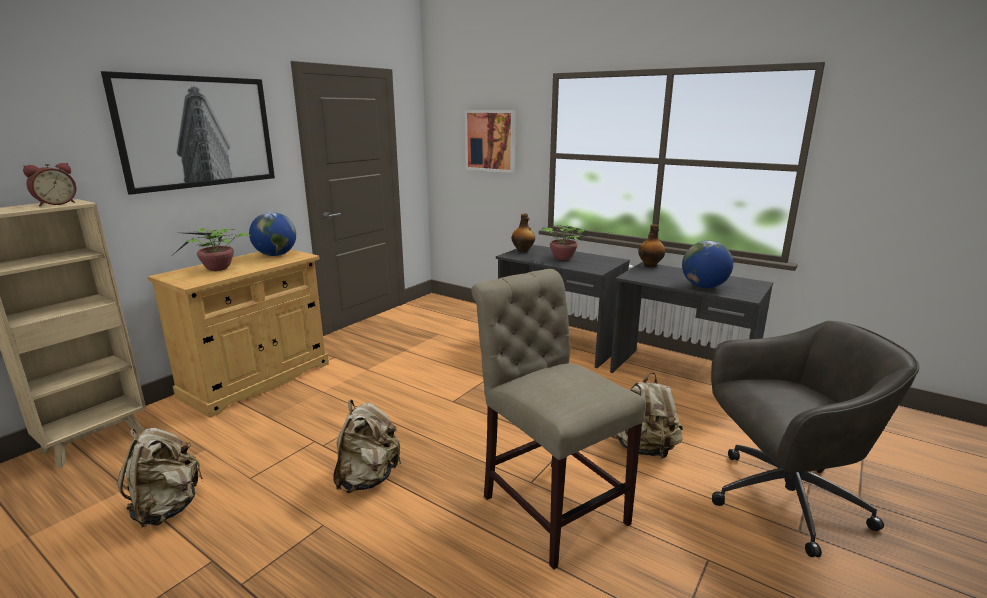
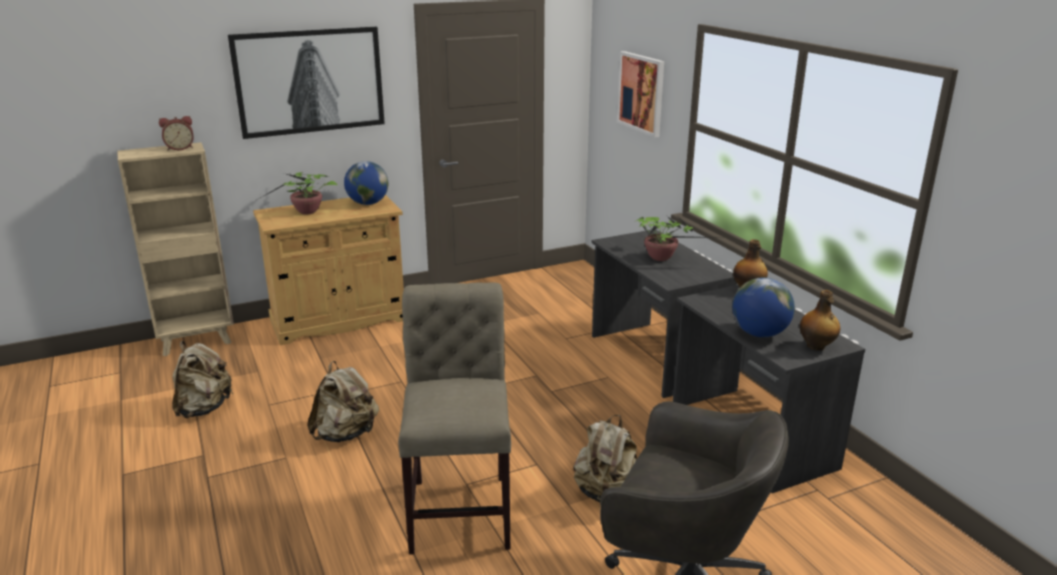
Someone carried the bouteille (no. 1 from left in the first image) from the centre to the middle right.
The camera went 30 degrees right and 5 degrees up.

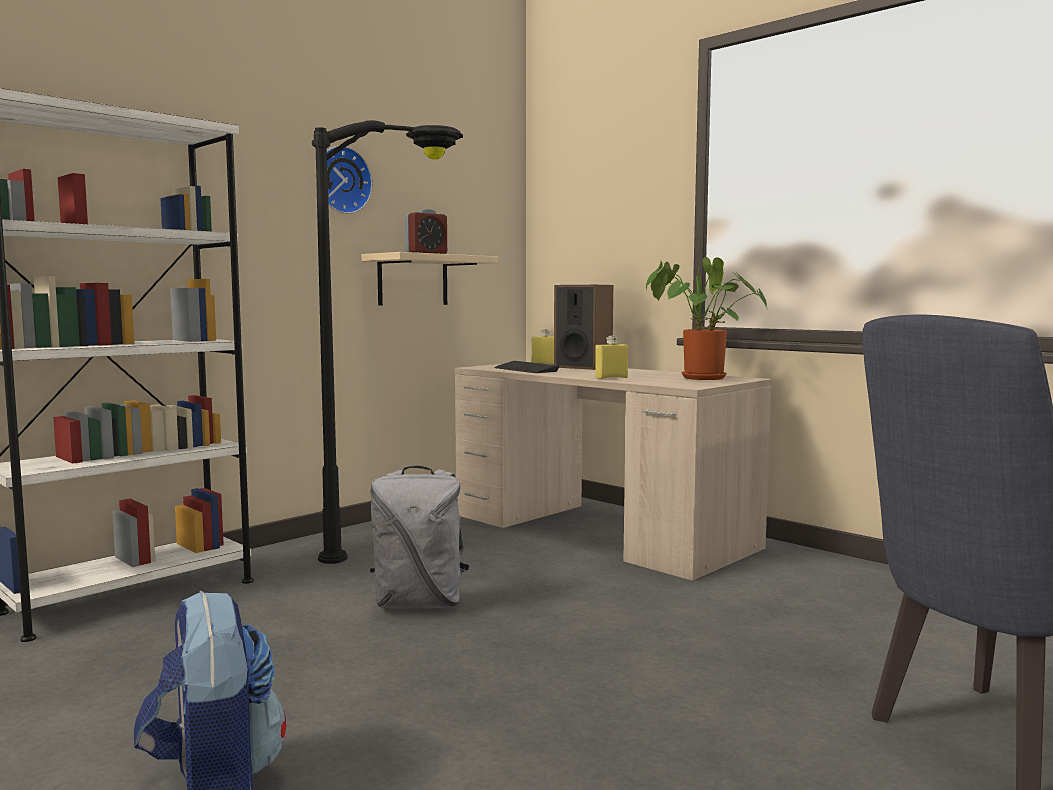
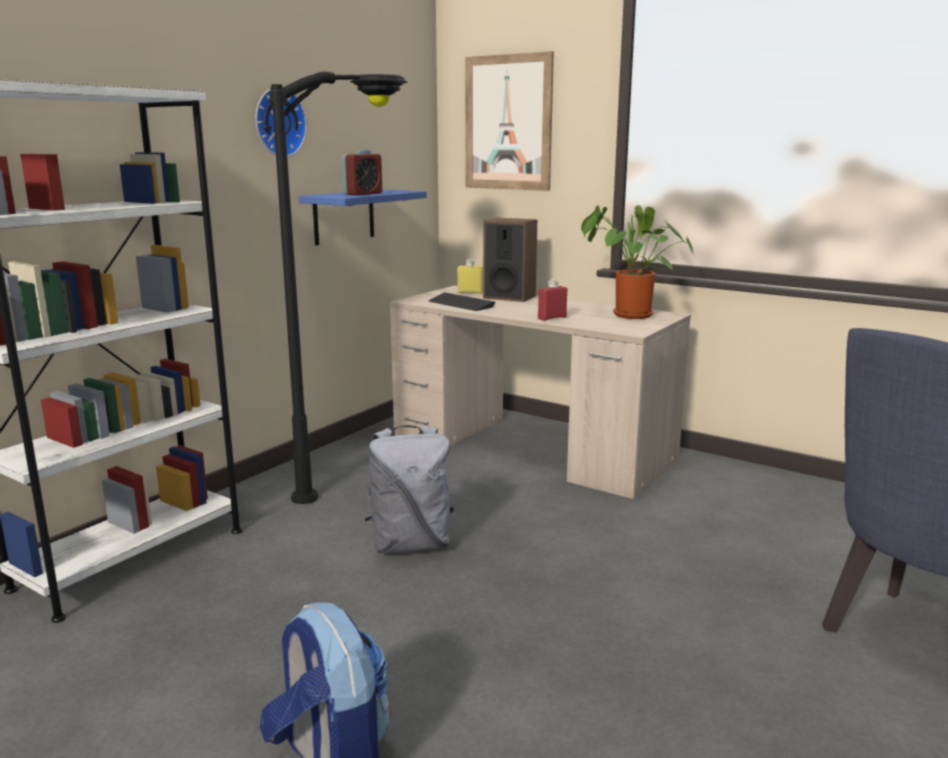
Someone repainted the étagère [beige] at the centre, which became the étagère [bleu] at the top centre.
Someone put up the tableau at the top centre.
Someone repainted the bouteille [jaune] (no. 2 from left) at the centre, which became the bouteille [rouge] at the centre.
The camera went 10 degrees left and 10 degrees up.

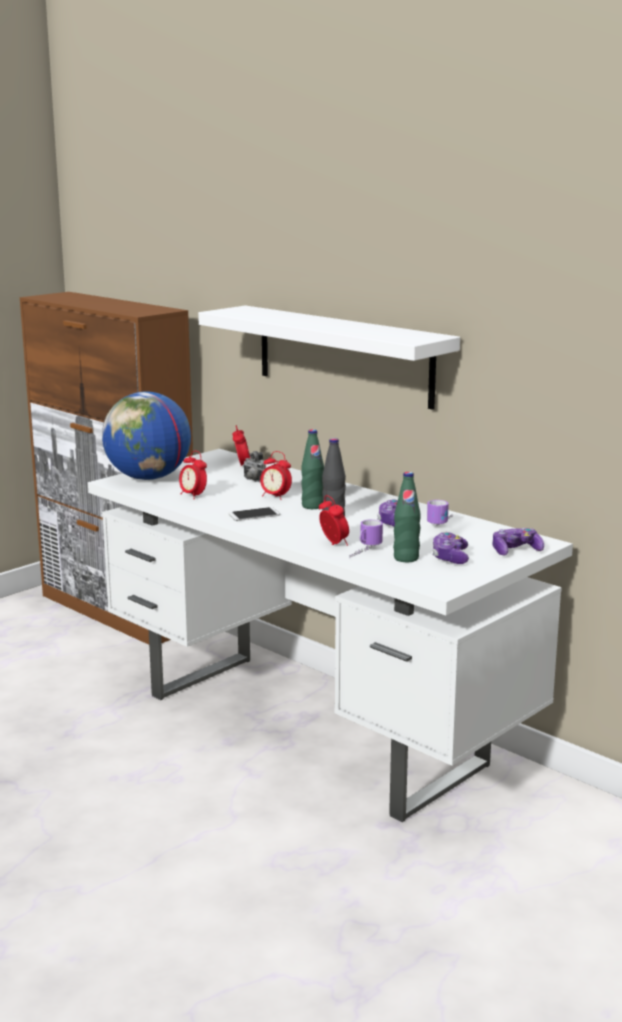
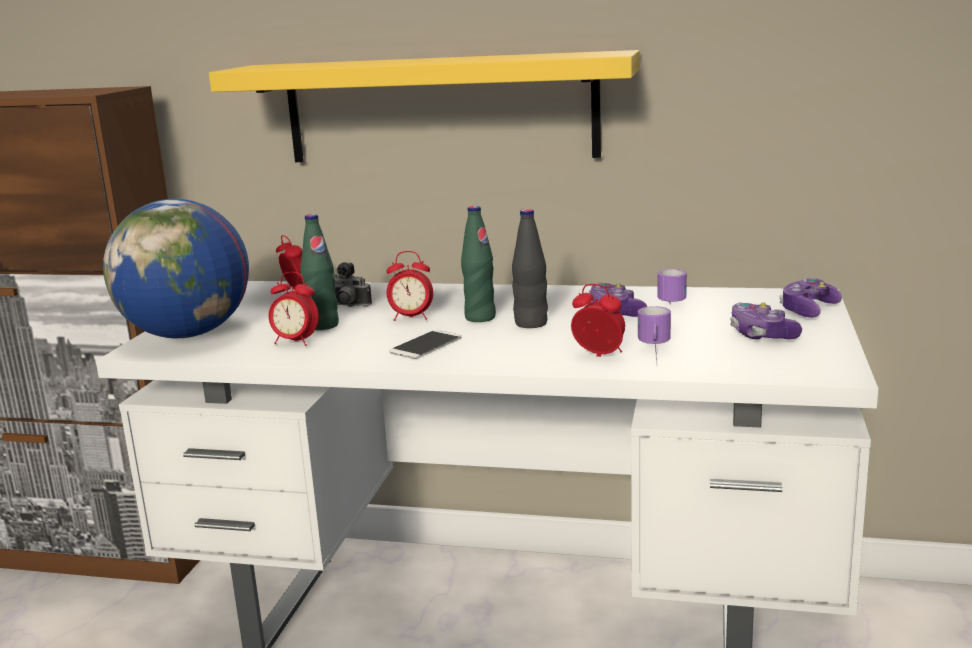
Someone repainted the étagère [blanc] at the centre, which became the étagère [jaune] at the top centre.
Someone carried the bouteille [vert] (no. 2 from left in the first image) from the centre to the middle left.
The camera went 30 degrees left and 0 degrees up.

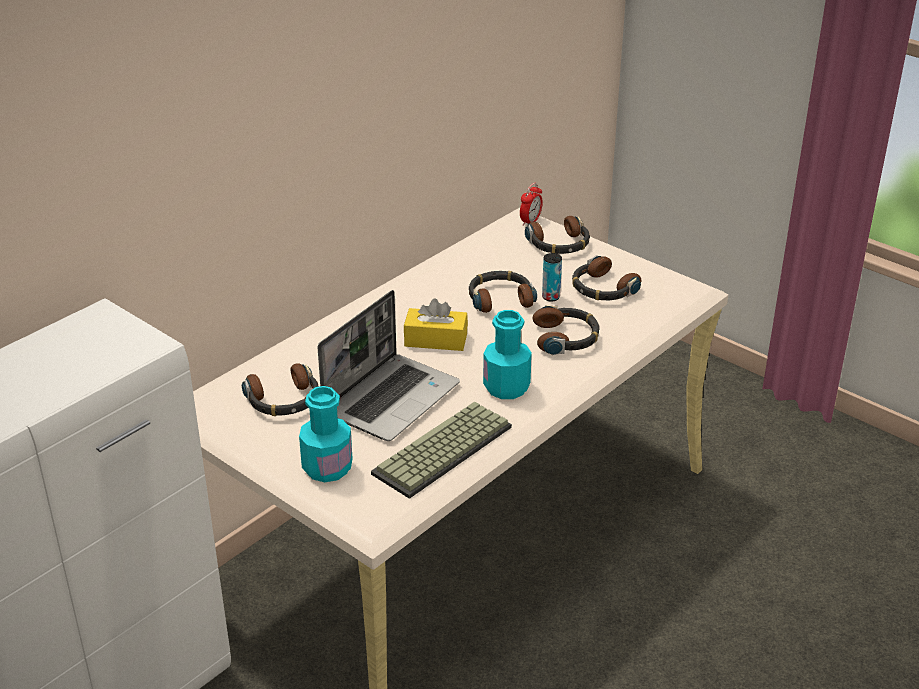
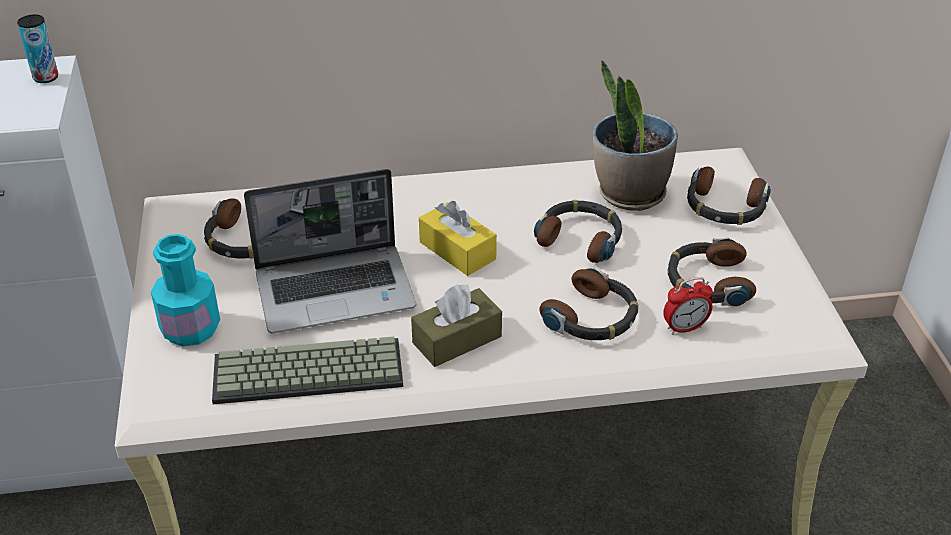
Someone carried the boîte métallique from the centre to the top left.
Someone swapped the bouteille [turquoise] (no. 2 from left) at the centre for the boîte à mouchoirs [marron] at the centre.
Someone put down the plante en pot at the top right.
Someone carried the réveil from the top centre to the middle right.
The camera went 40 degrees right and 5 degrees up.

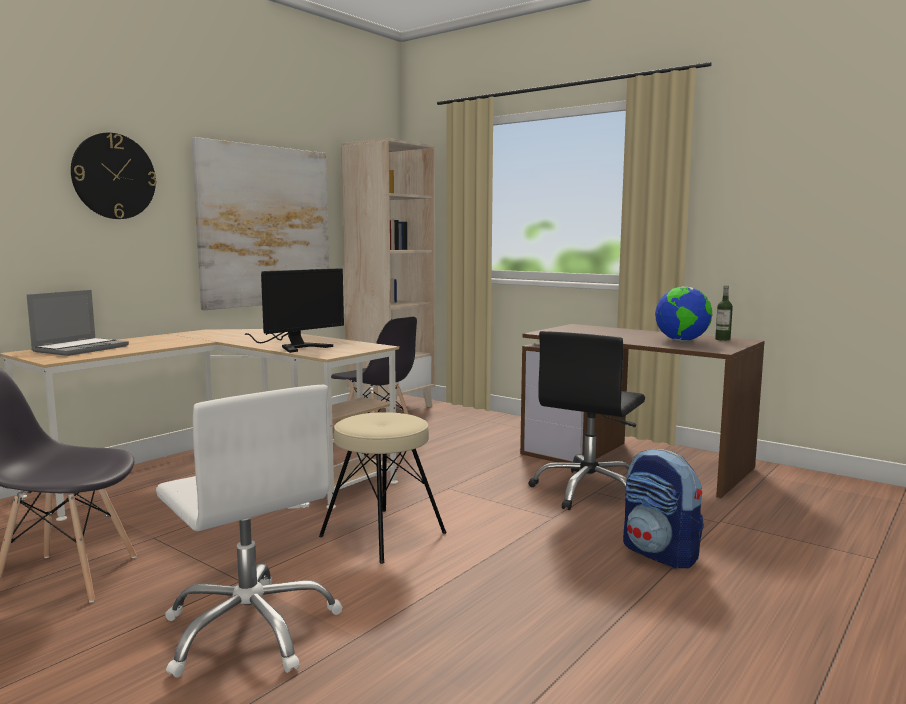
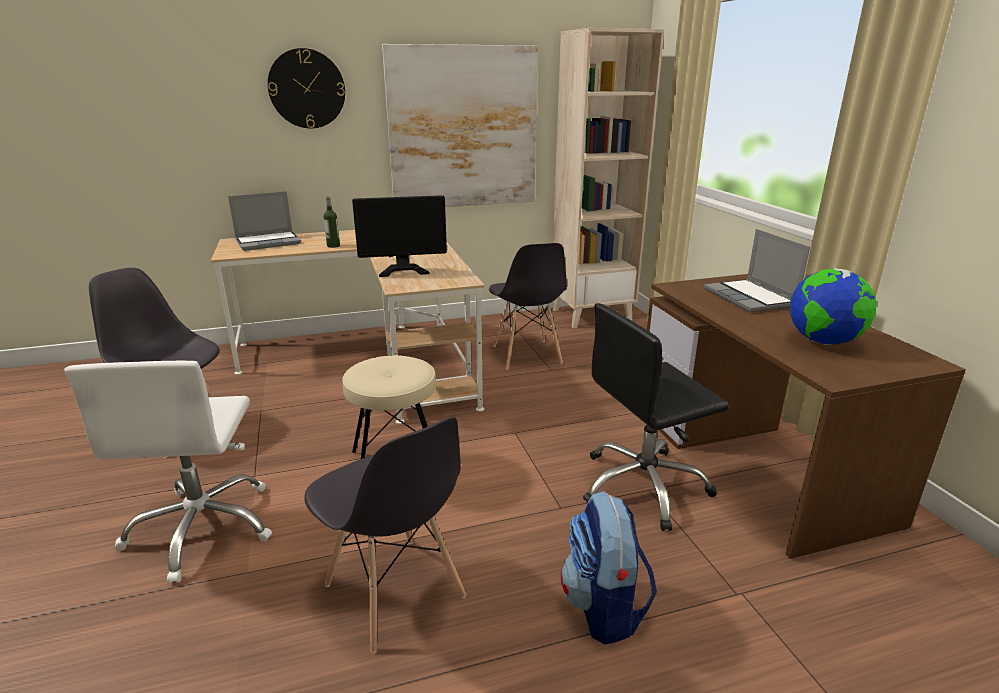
Someone put down the chaise [gris] (no. 2 from left) at the bottom centre.
Someone carried the bouteille from the middle right to the top left.
Someone put down the ordinateur portable (no. 2 from left) at the middle right.
The camera went 35 degrees right and 15 degrees up.

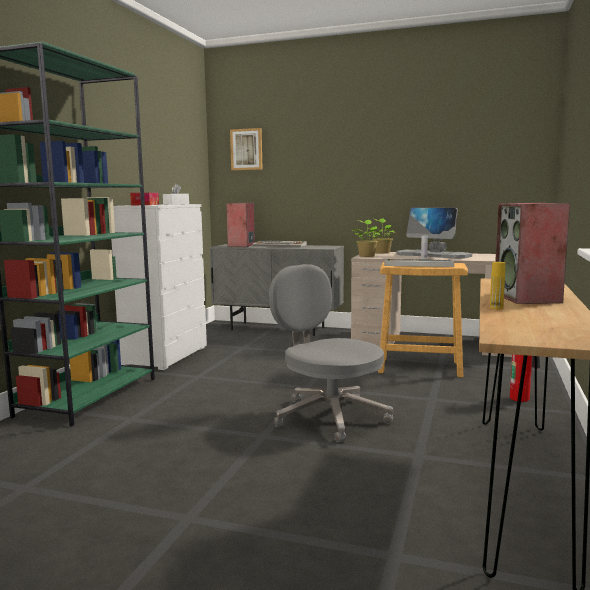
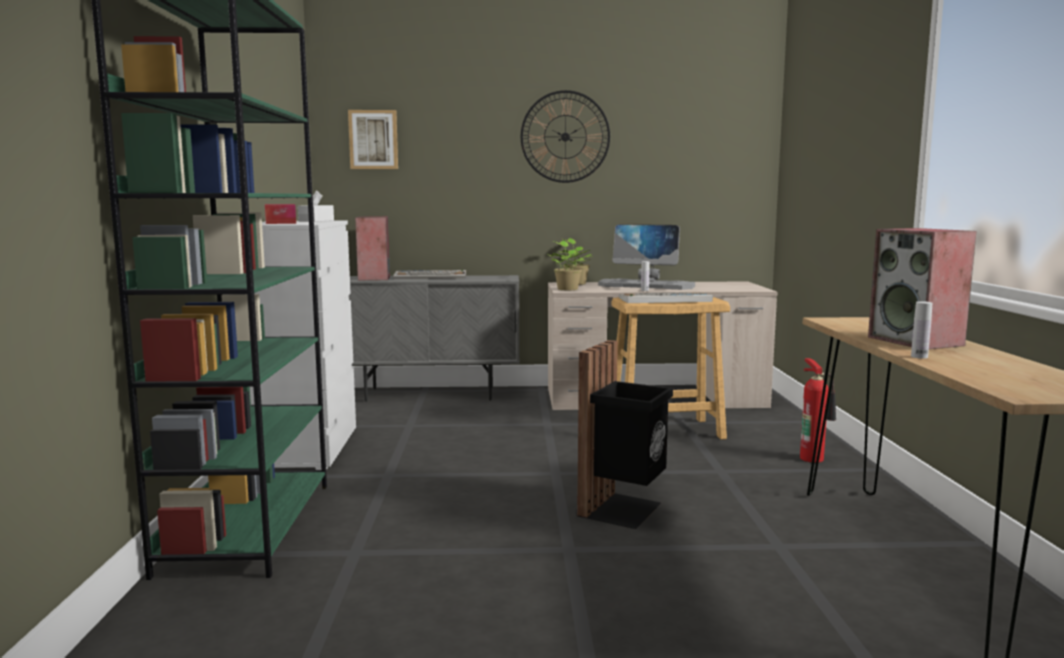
Someone put up the horloge murale at the top centre.
Someone swapped the chaise de bureau [gris] at the centre for the poubelle [noir] at the centre.
Someone repainted the bouteille [jaune] at the middle right, which became the bouteille [blanc] (no. 2 from left) at the middle right.
The camera went 20 degrees left and 0 degrees up.

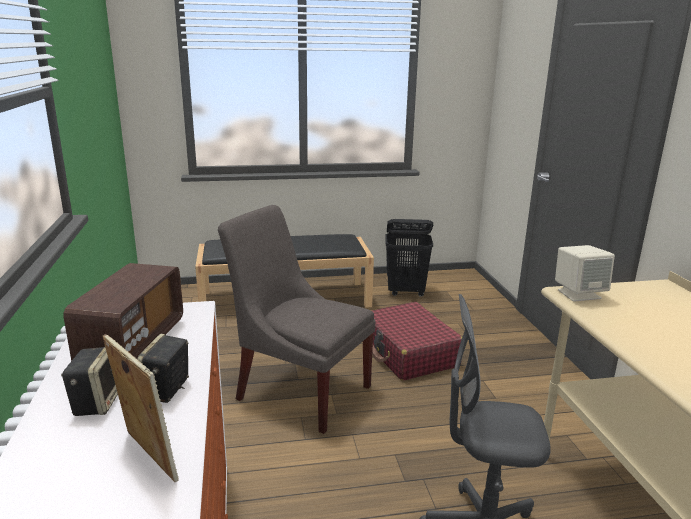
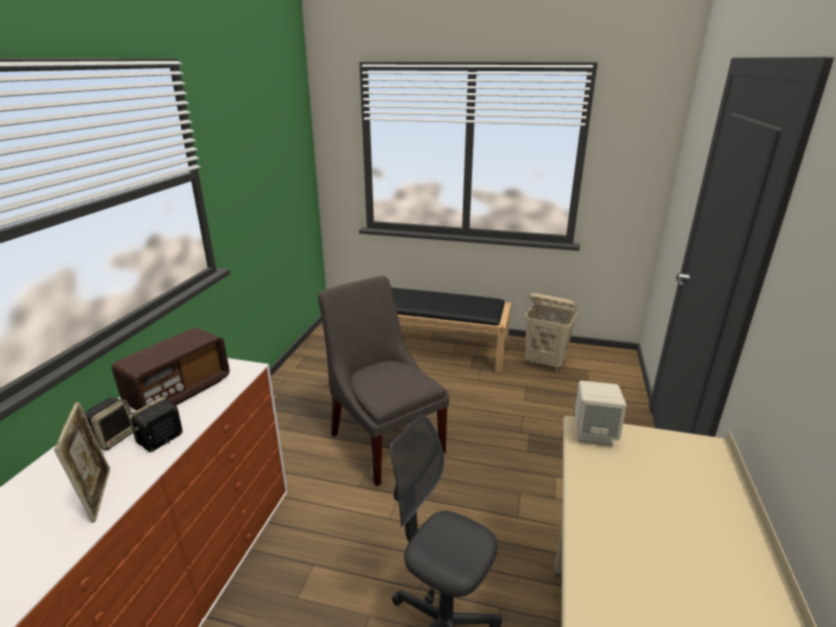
Someone repainted the panier à linge [noir] at the centre, which became the panier à linge [beige] at the centre.
Someone took away the valise [rouge] at the centre.
The camera went 25 degrees right and 5 degrees up.

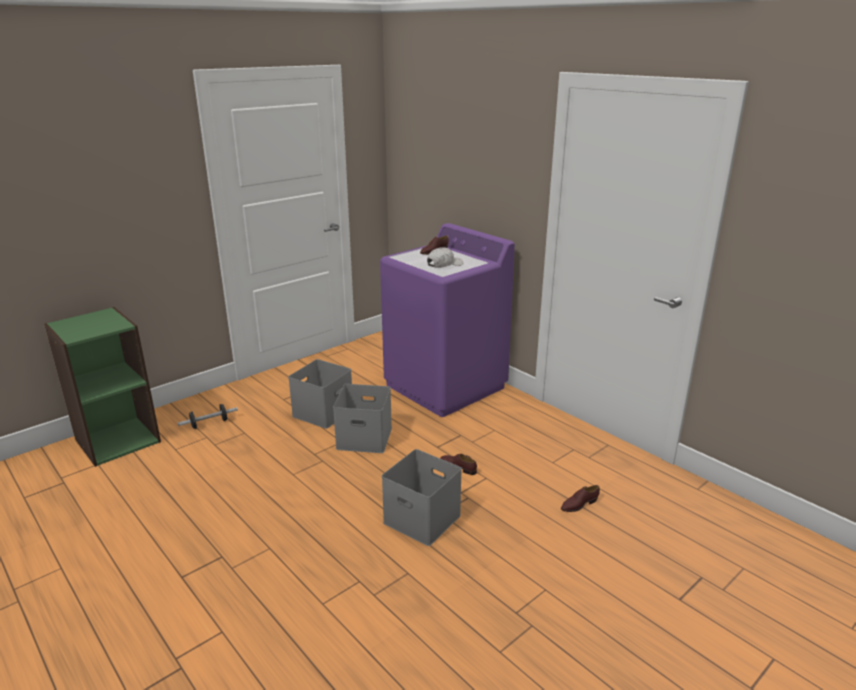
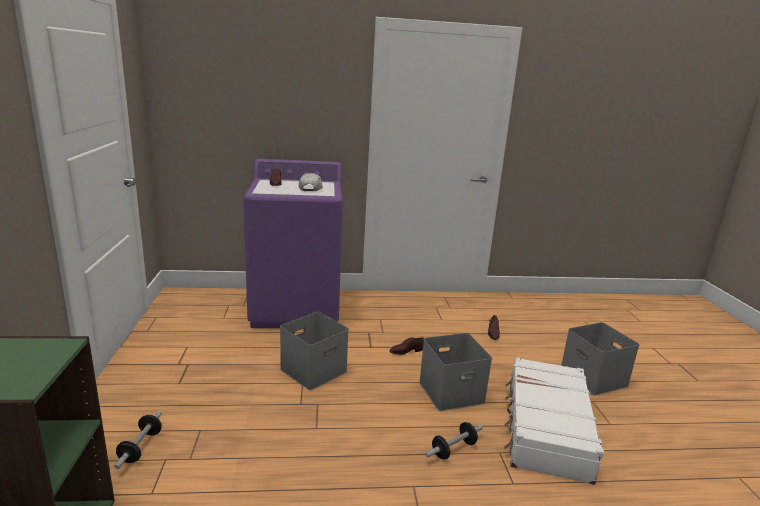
Someone put down the haltère (no. 2 from left) at the bottom centre.
Someone put down the valise [blanc] at the bottom right.
Someone carried the boîte de rangement [gris] (no. 1 from left in the first image) from the centre to the bottom right.
The camera went 55 degrees left and 5 degrees down.

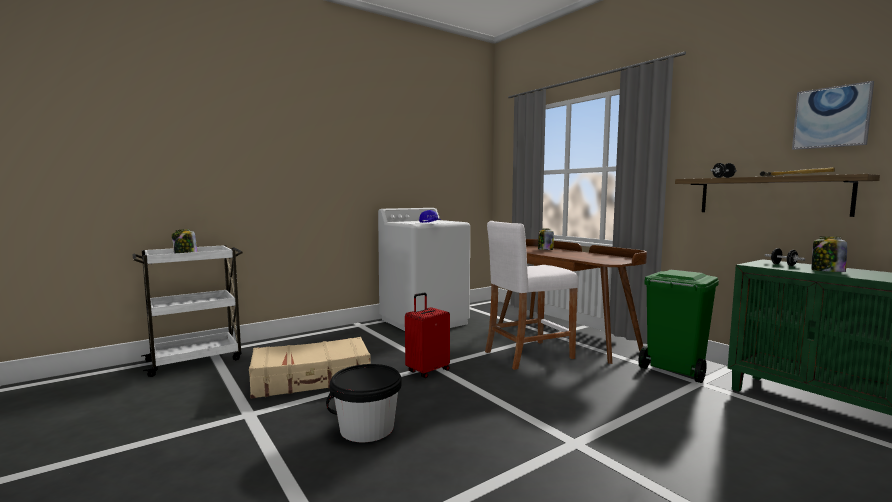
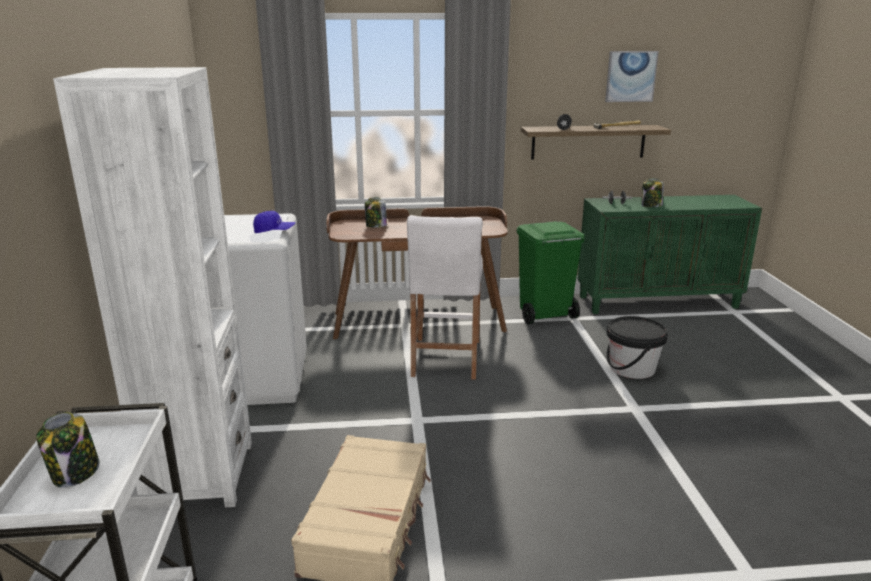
Someone put down the bibliothèque [blanc] at the middle left.
Someone carried the seau [noir] from the bottom centre to the middle right.
Someone took away the valise [rouge] at the bottom centre.
The camera went 60 degrees left and 15 degrees up.

